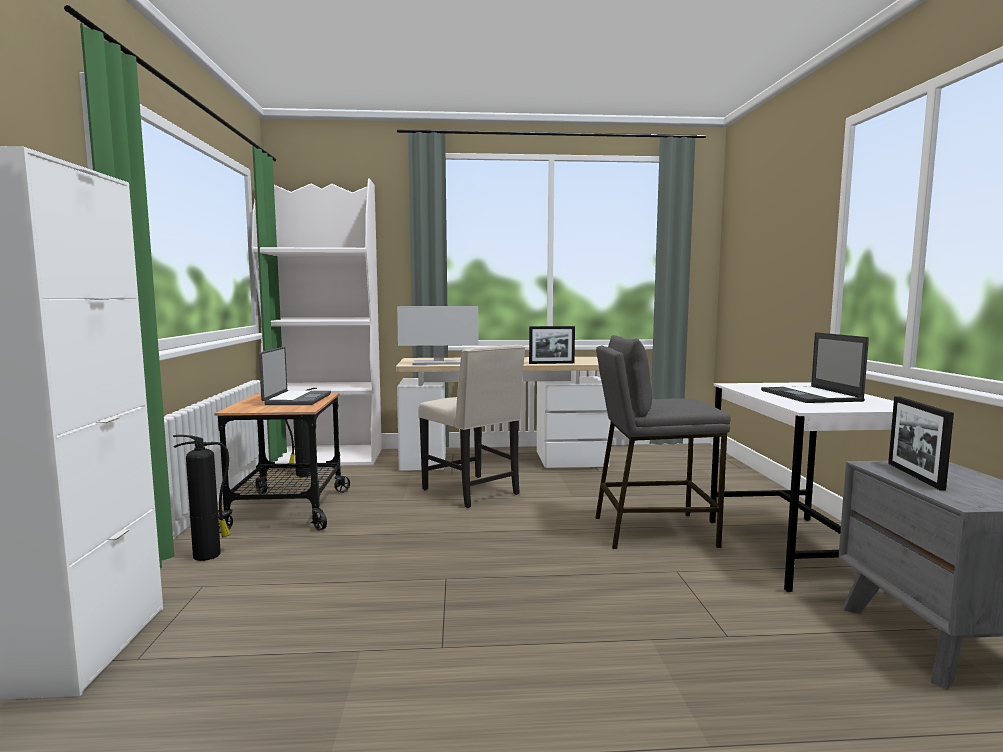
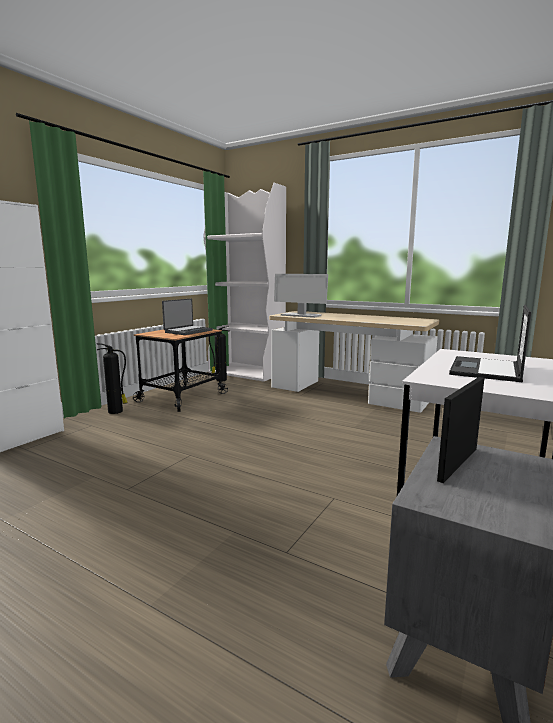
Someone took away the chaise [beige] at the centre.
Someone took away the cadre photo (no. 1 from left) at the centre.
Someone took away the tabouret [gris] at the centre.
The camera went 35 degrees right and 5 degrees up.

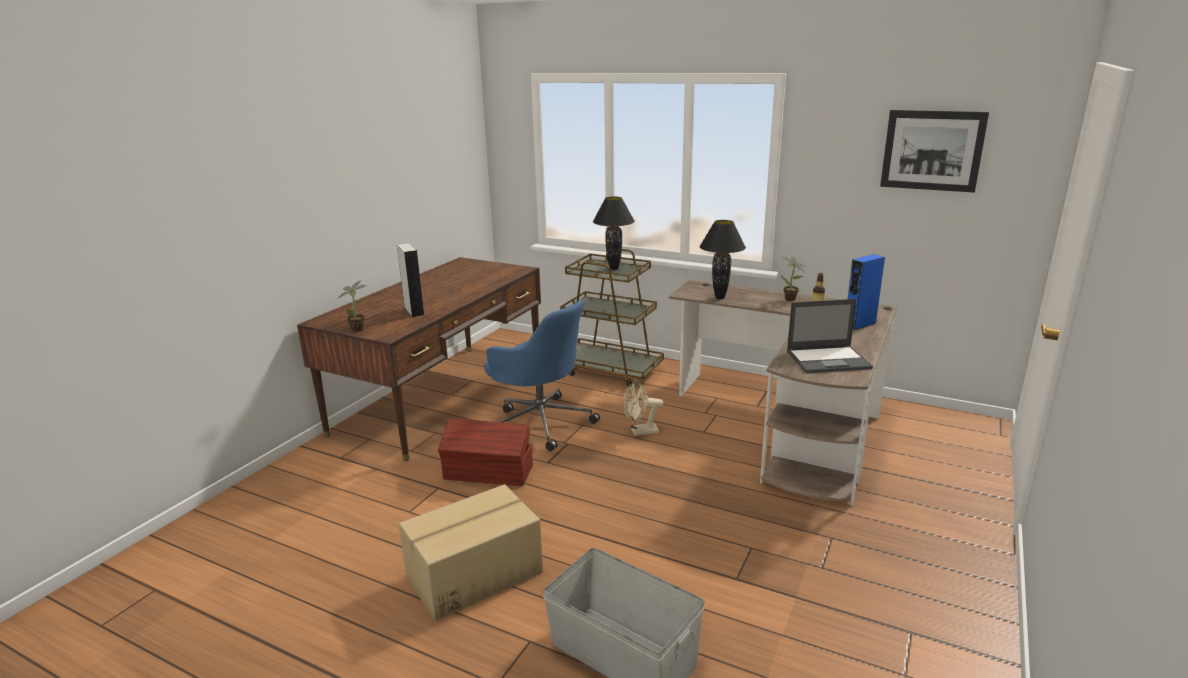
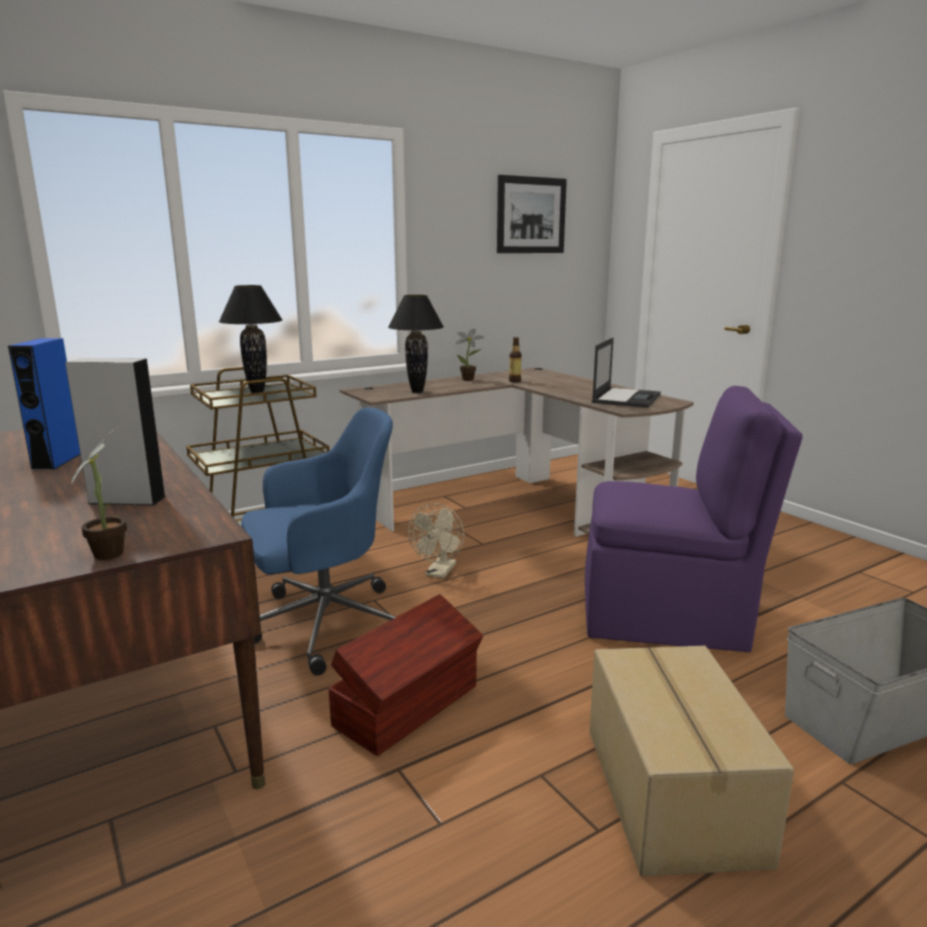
Someone carried the enceinte [bleu] from the middle right to the middle left.
Someone put down the chaise [violet] at the middle right.
The camera went 60 degrees left and 5 degrees down.

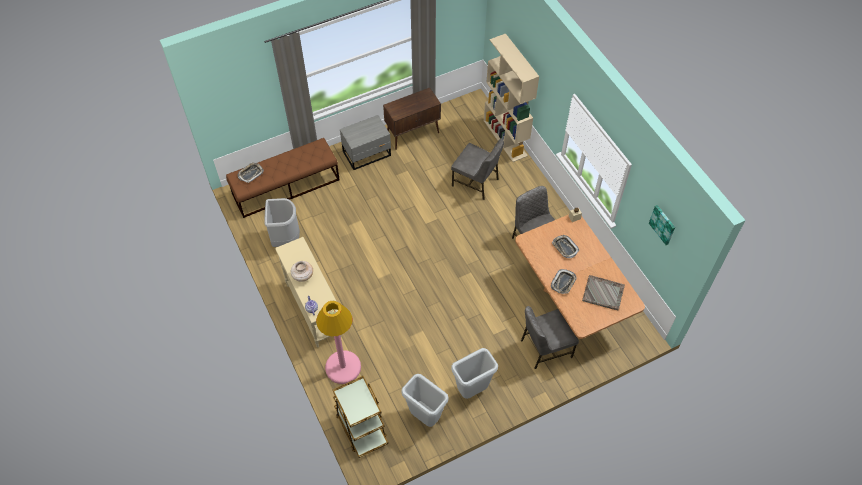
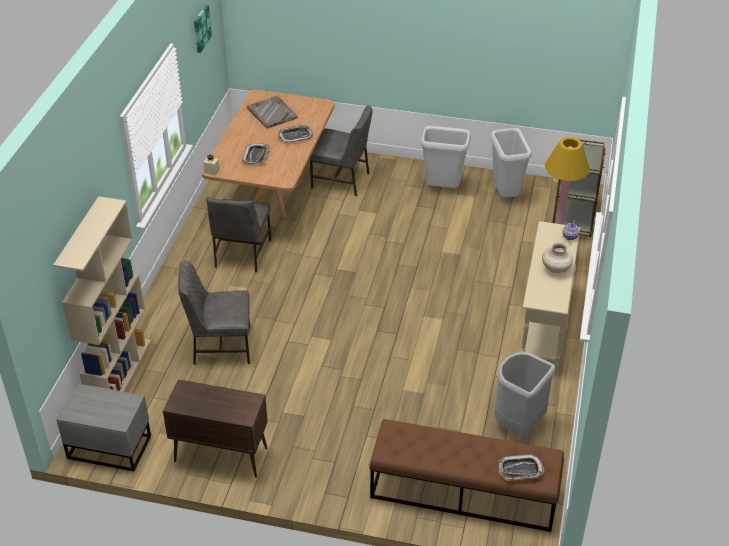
Someone carried the table de chevet [gris] from the top centre to the bottom left.
Someone rotated the chaise [gris] (no. 1 from left) at the centre by 75 degrees counterclockwise.
The camera went 140 degrees left and 15 degrees down.

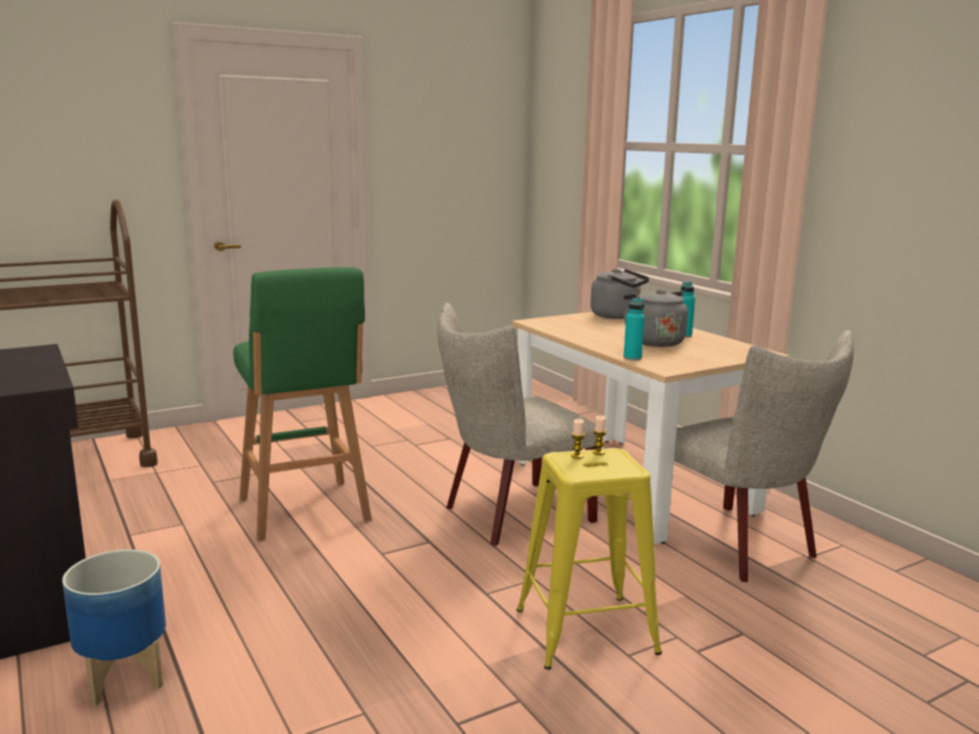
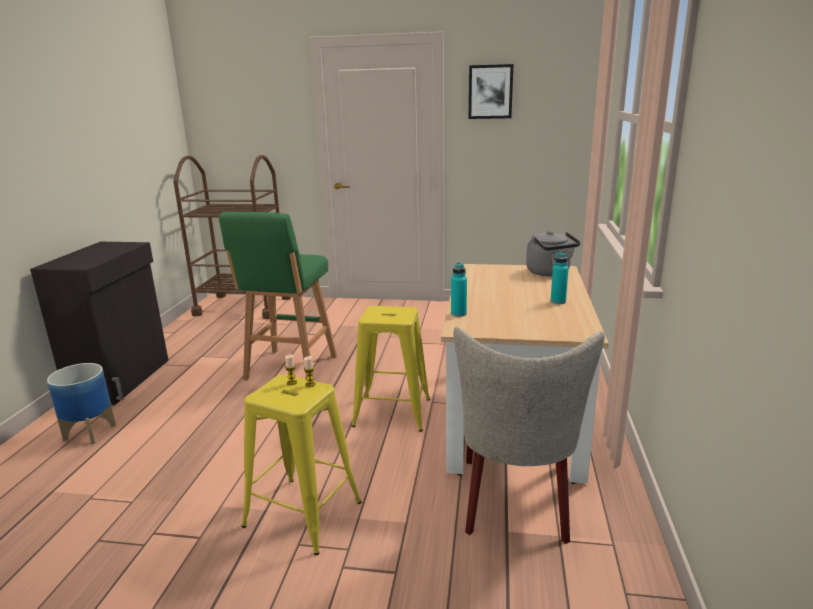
Someone swapped the chaise [beige] (no. 1 from left) at the centre for the tabouret [jaune] (no. 2 from left) at the centre.
Someone put up the tableau at the top centre.
Someone took away the bouilloire [gris] (no. 2 from left) at the middle right.
The camera went 40 degrees right and 5 degrees up.

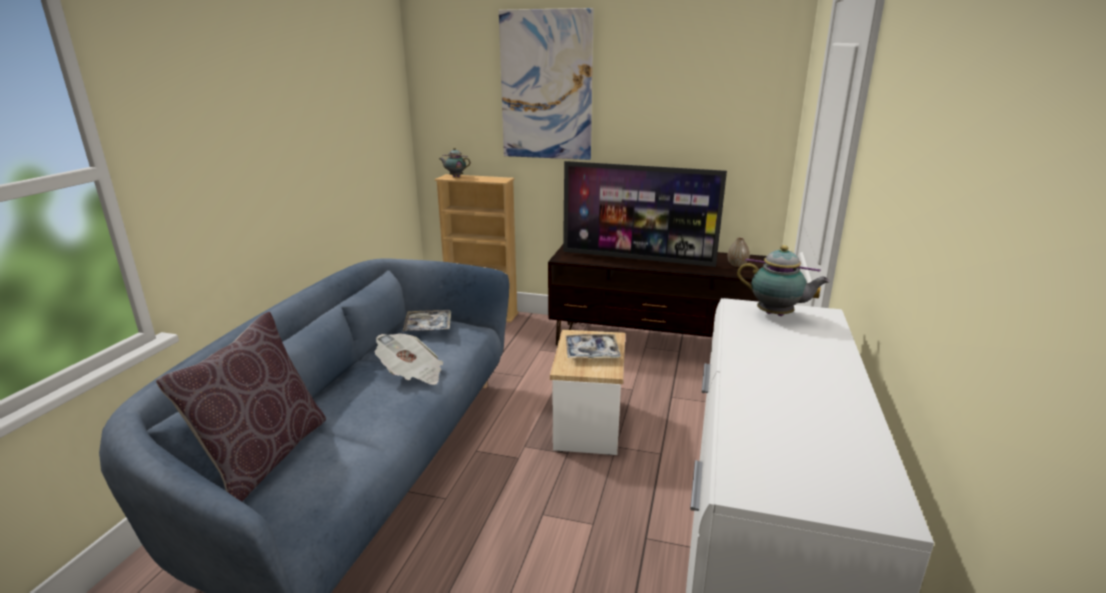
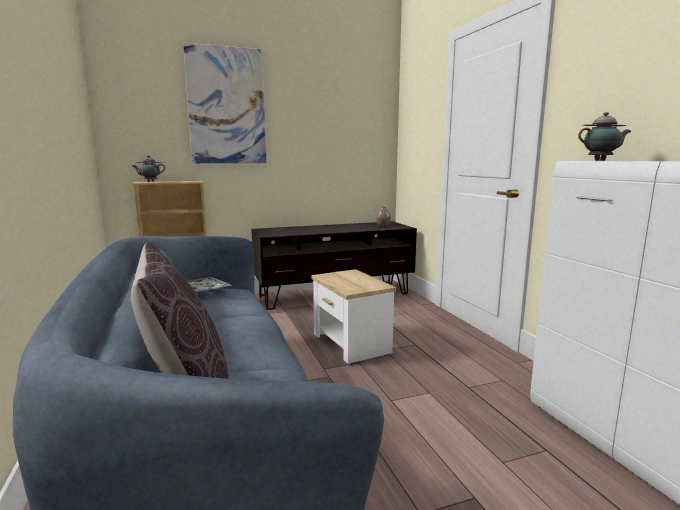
Someone took away the journal at the centre.
Someone took away the téléviseur at the centre.
Someone took away the plateau (no. 2 from left) at the centre.
The camera went 35 degrees left and 10 degrees down.

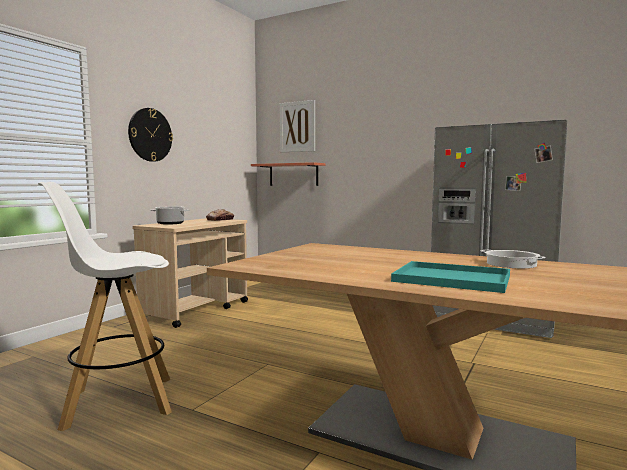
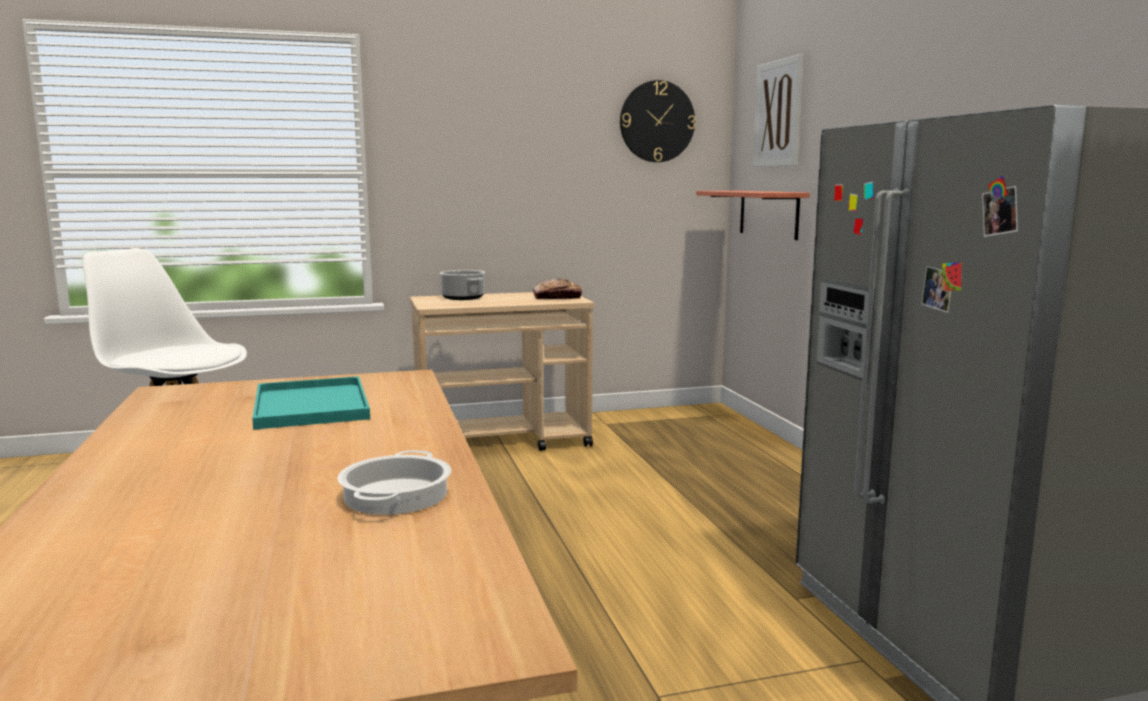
Someone carried the plateau [turquoise] from the middle right to the middle left.
Someone carried the horloge murale from the top left to the top centre.
The camera went 45 degrees right and 5 degrees up.

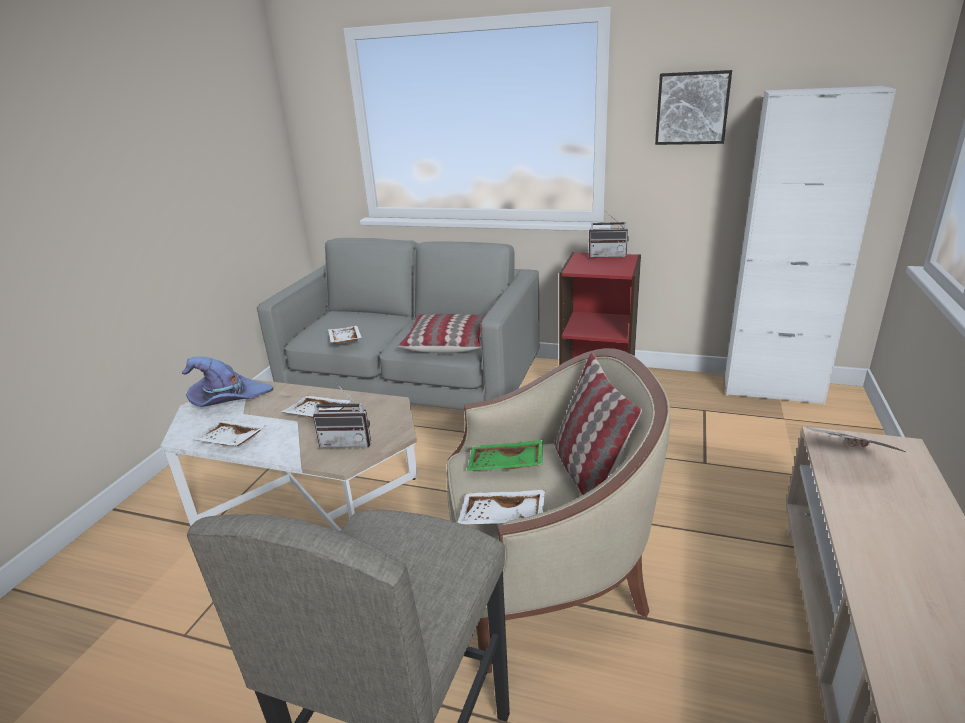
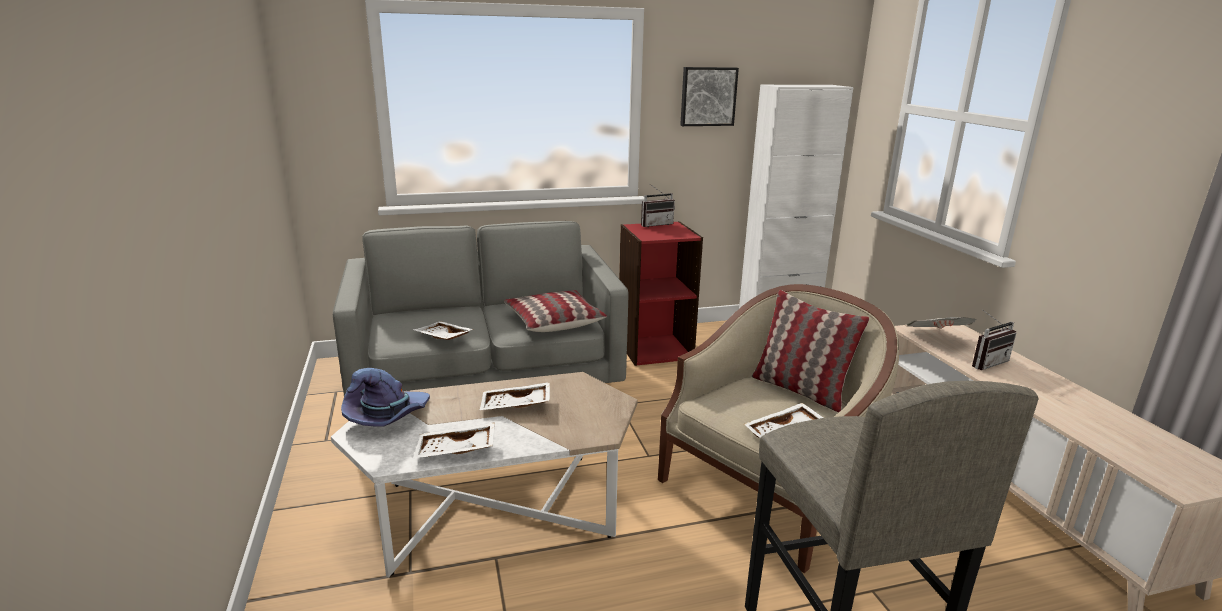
Someone carried the radio (no. 1 from left in the first image) from the centre to the middle right.
Someone took away the plateau [vert] at the centre.
The camera went 35 degrees left and 5 degrees down.

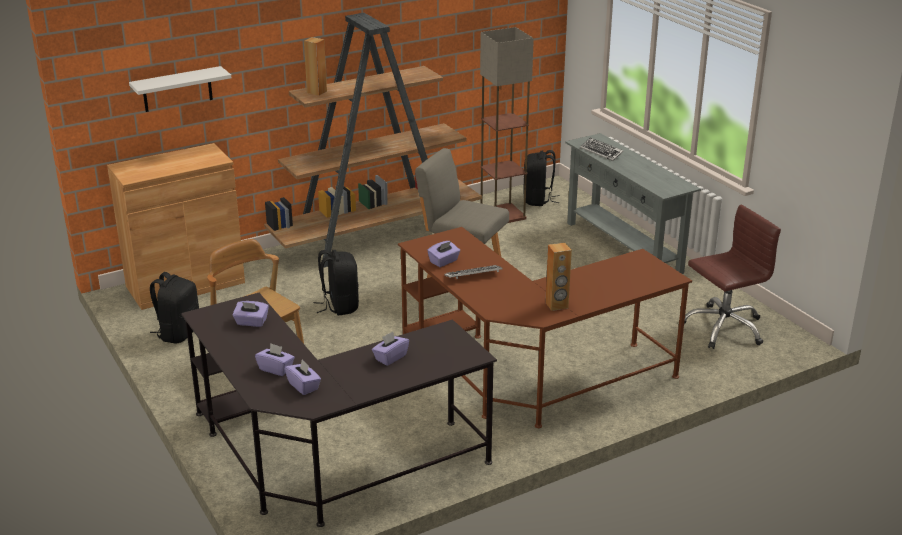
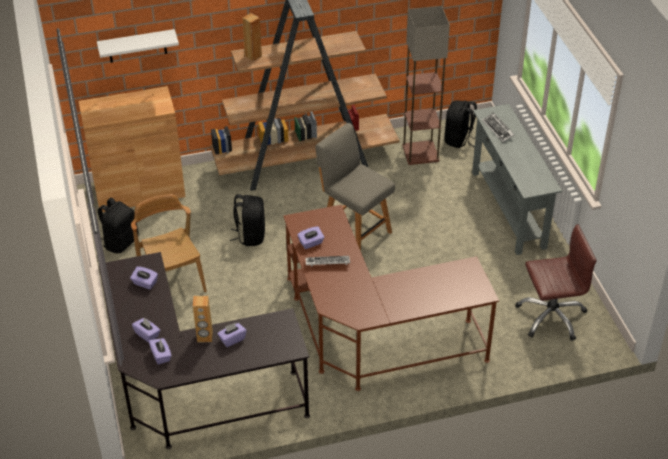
Someone carried the enceinte [marron] (no. 2 from left in the first image) from the centre to the bottom left.
The camera went 15 degrees right and 15 degrees up.

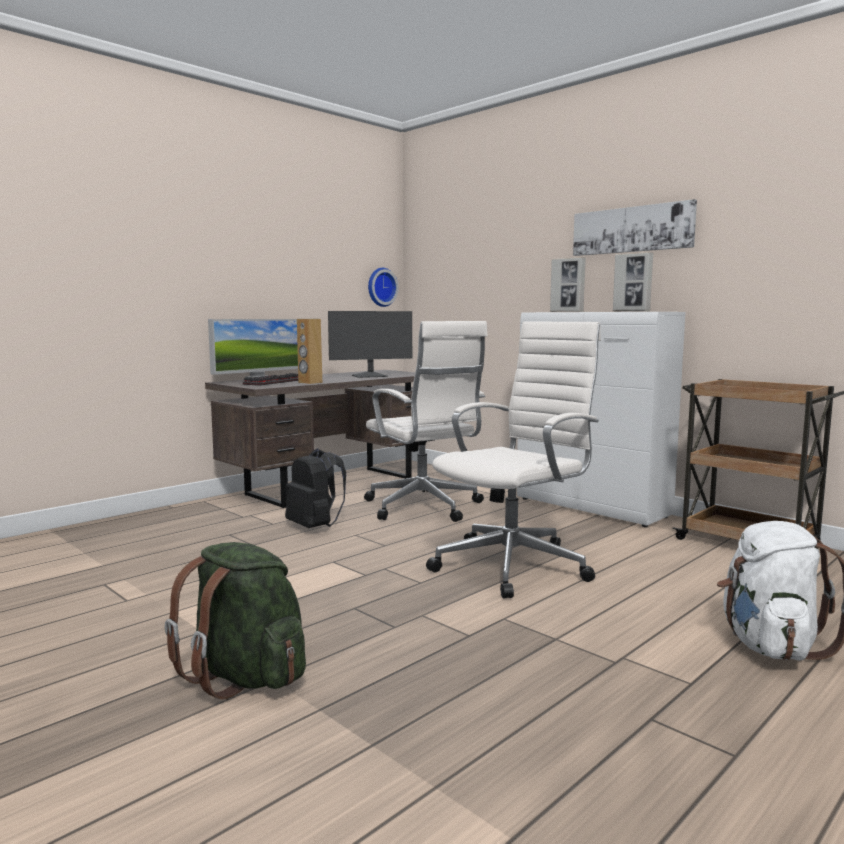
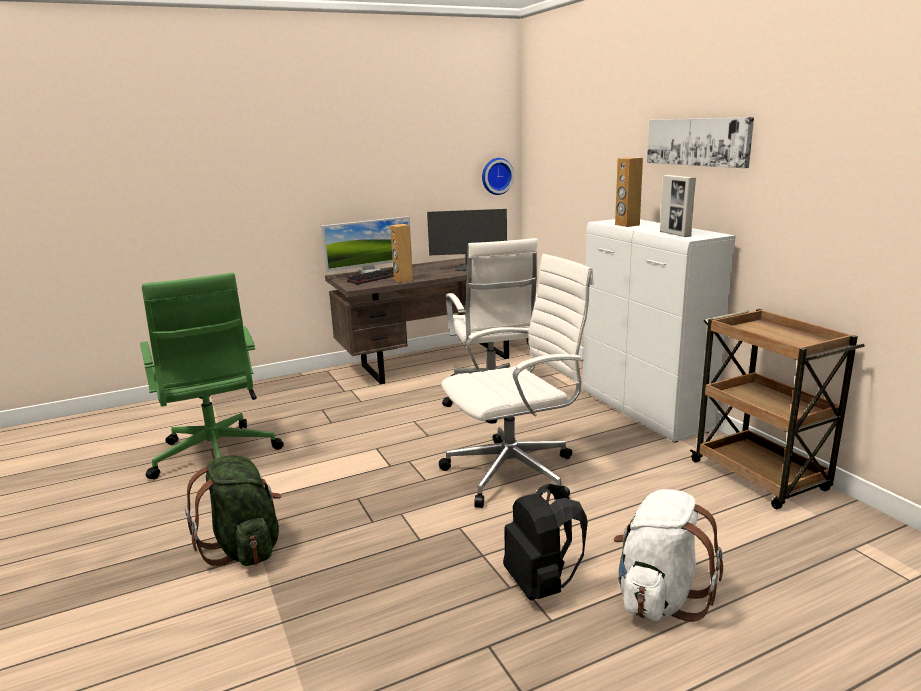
Someone put down the chaise de bureau [vert] at the middle left.
Someone carried the sac à dos [noir] from the centre to the bottom centre.
Someone swapped the cadre photo (no. 1 from left) at the middle right for the enceinte [marron] (no. 2 from left) at the top right.
The camera went 20 degrees right and 10 degrees up.

